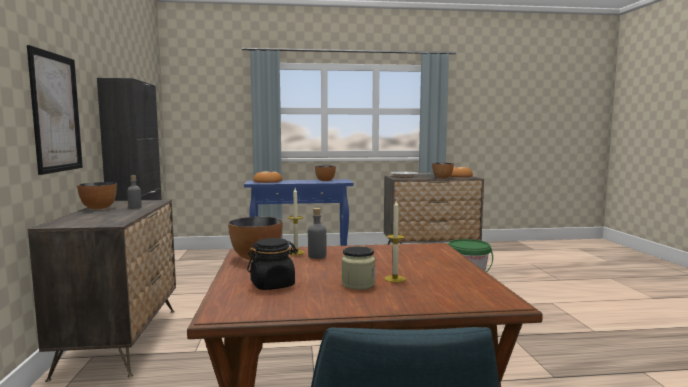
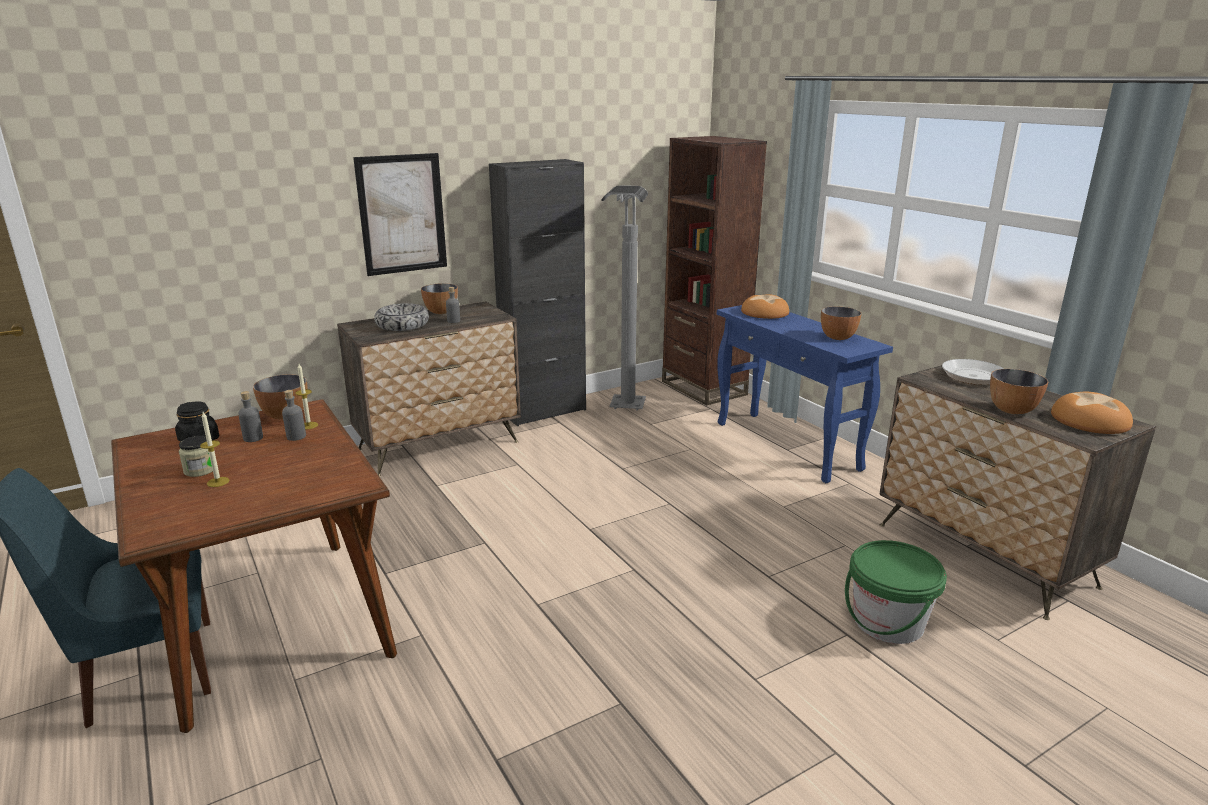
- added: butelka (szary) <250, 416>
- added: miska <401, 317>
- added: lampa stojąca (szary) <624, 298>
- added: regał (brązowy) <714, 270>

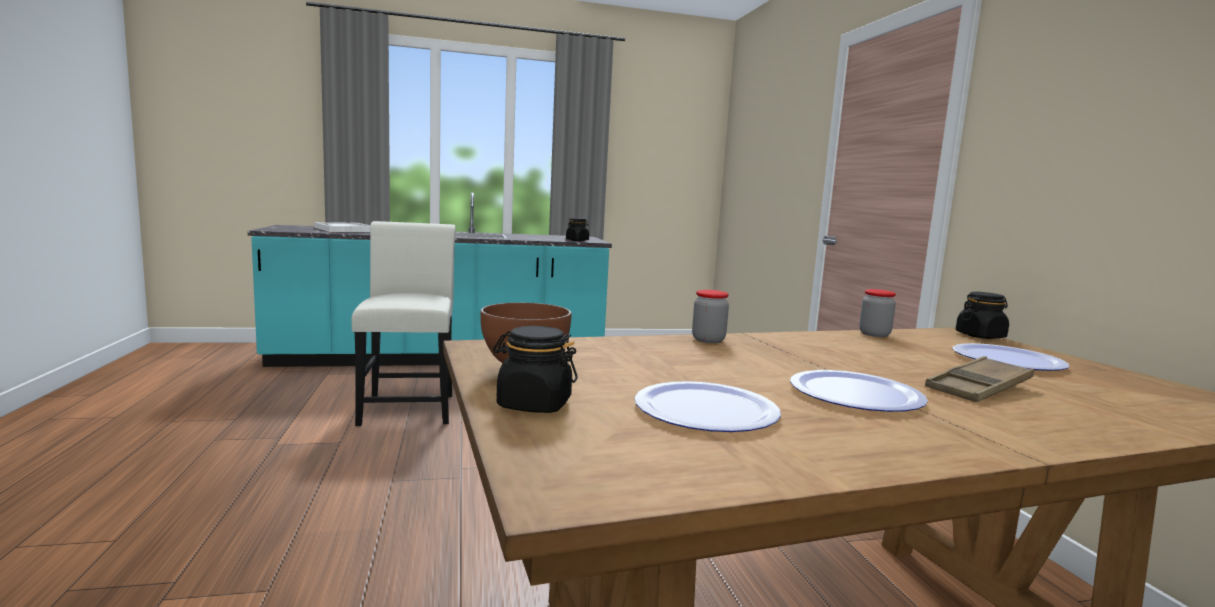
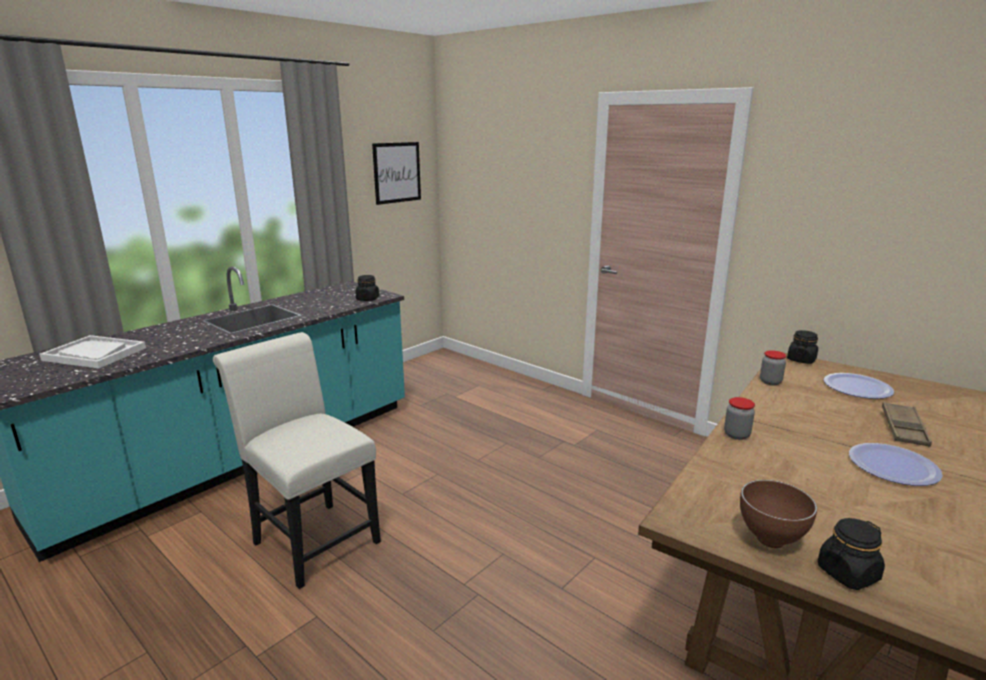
- added: obraz <396, 173>
- removed: talerz <708, 406>

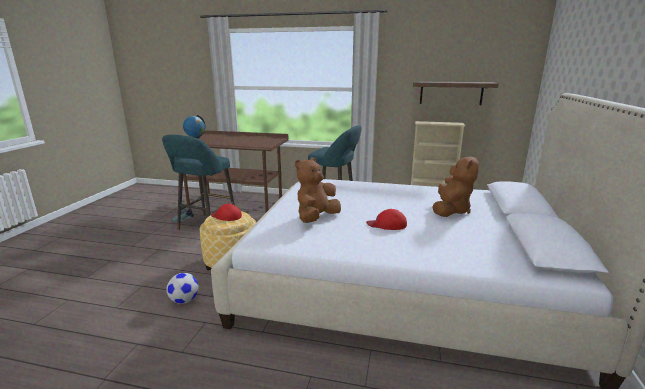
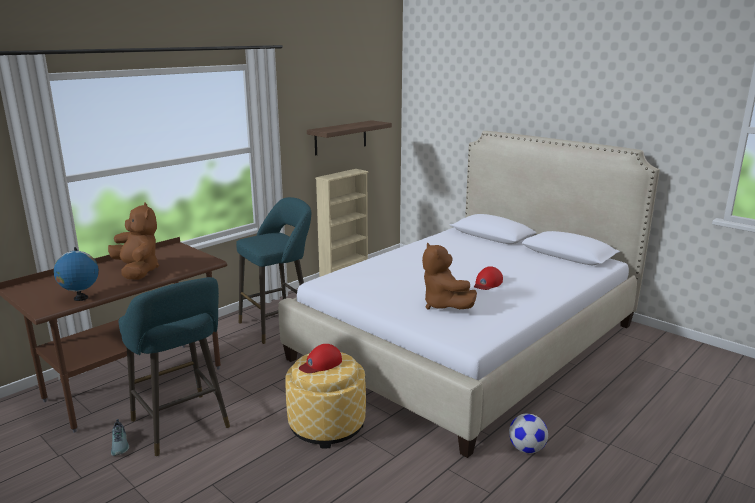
- moved: pluszak (brązowy) <455, 186> to <133, 241>
- moved: piłka futbolowa <182, 288> to <528, 433>

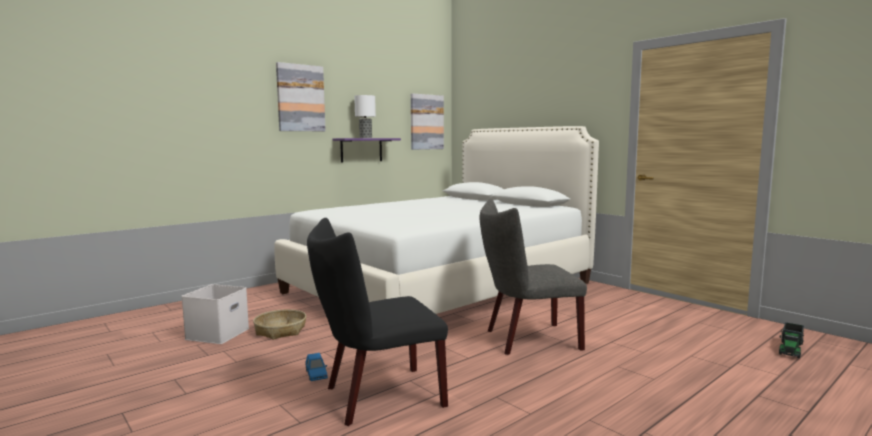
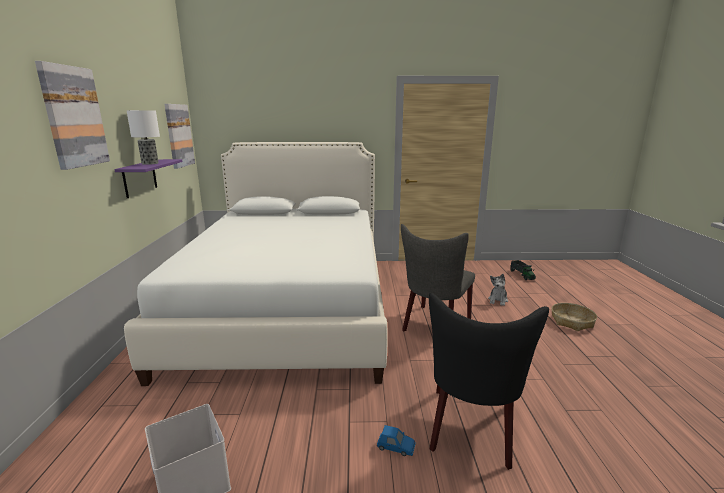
- added: pluszak <498, 290>
- moved: koszyk <279, 324> to <574, 317>

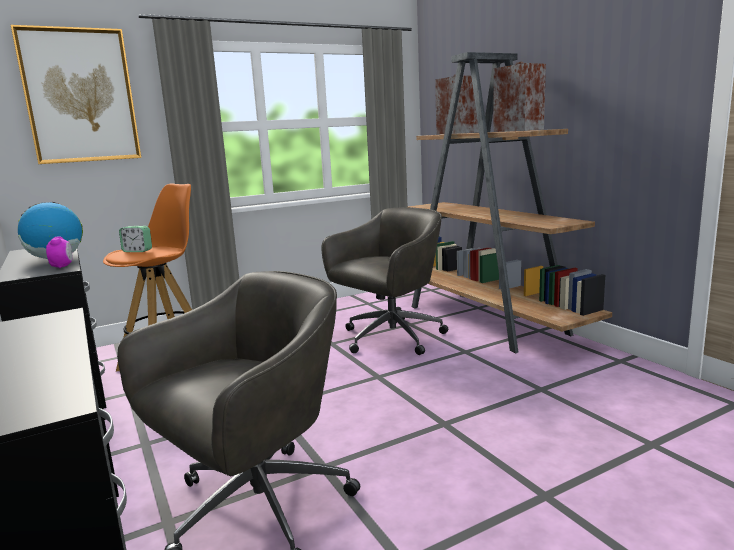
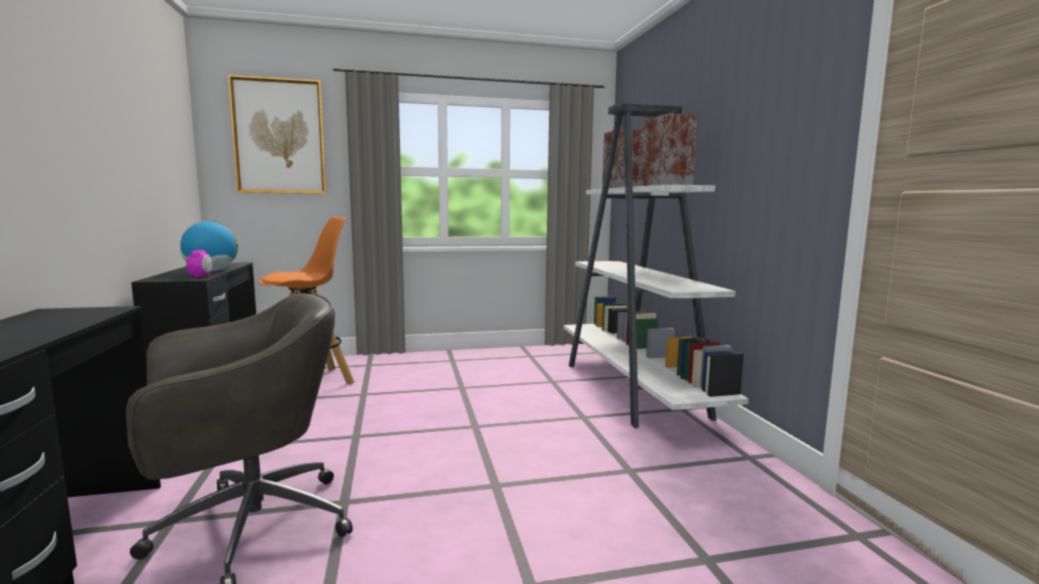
- recoloured: regał (brązowy) <510, 202> to regał (biały) <656, 265>
- removed: budzik <135, 239>
- removed: krzesło biurowe (szary) <384, 281>

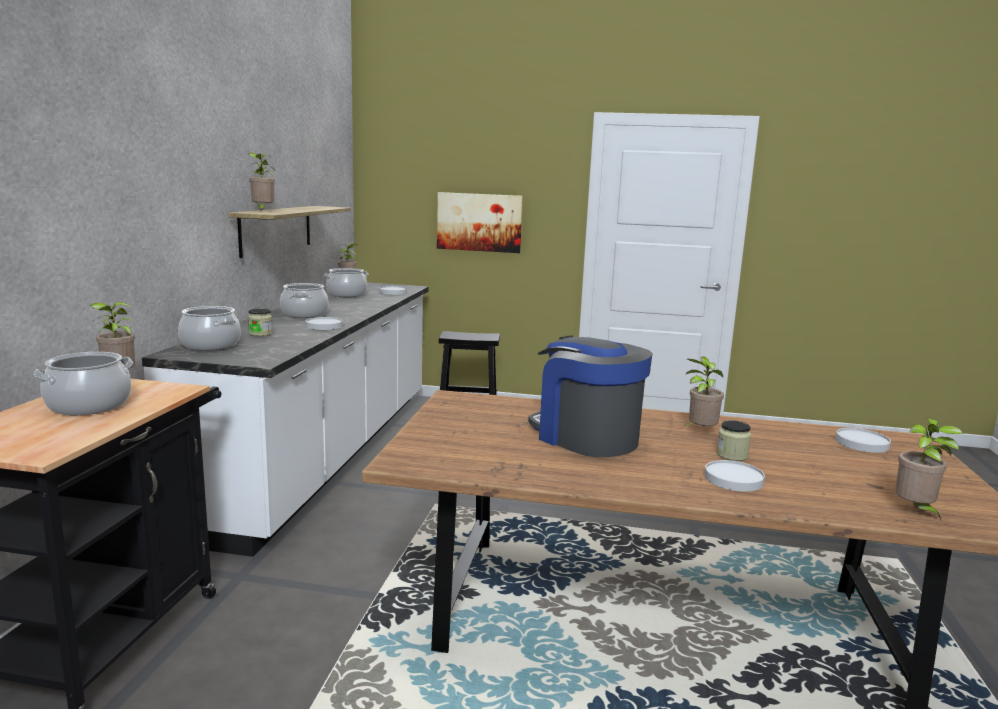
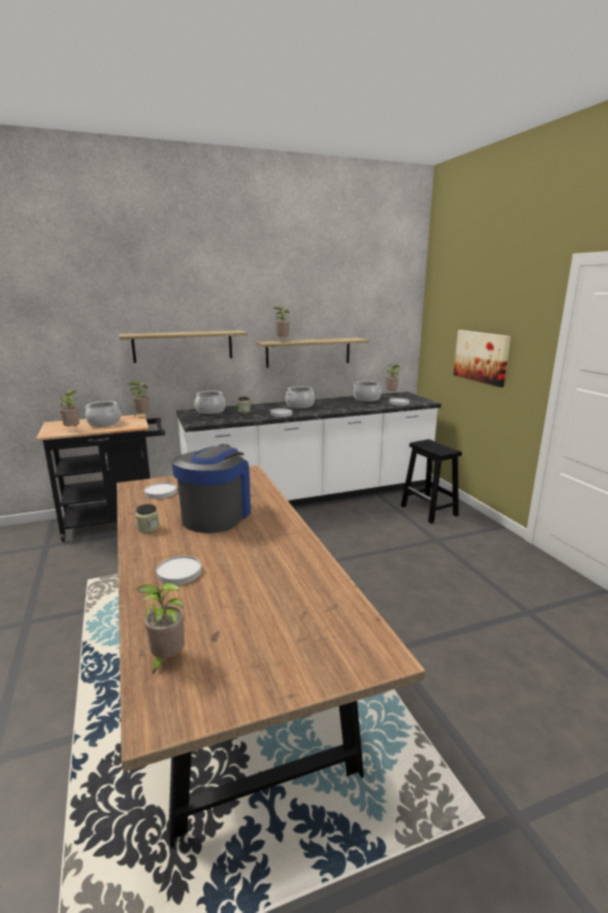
- moved: roślina doniczkowa <703, 392> to <68, 408>
- added: półka <183, 346>
- moved: słoik <734, 440> to <147, 518>
- moved: talerz (biały) <863, 440> to <160, 490>

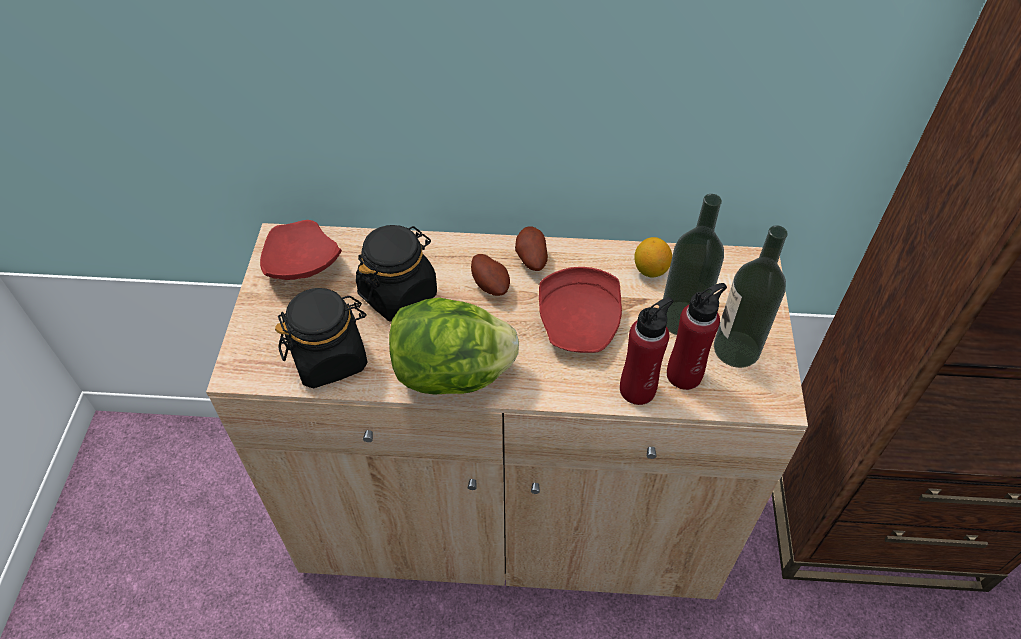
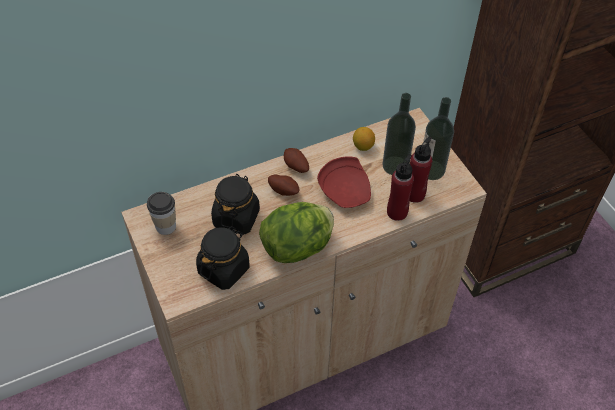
- replaced: talerz (czerwony) <301, 250> to filiżanka <161, 213>

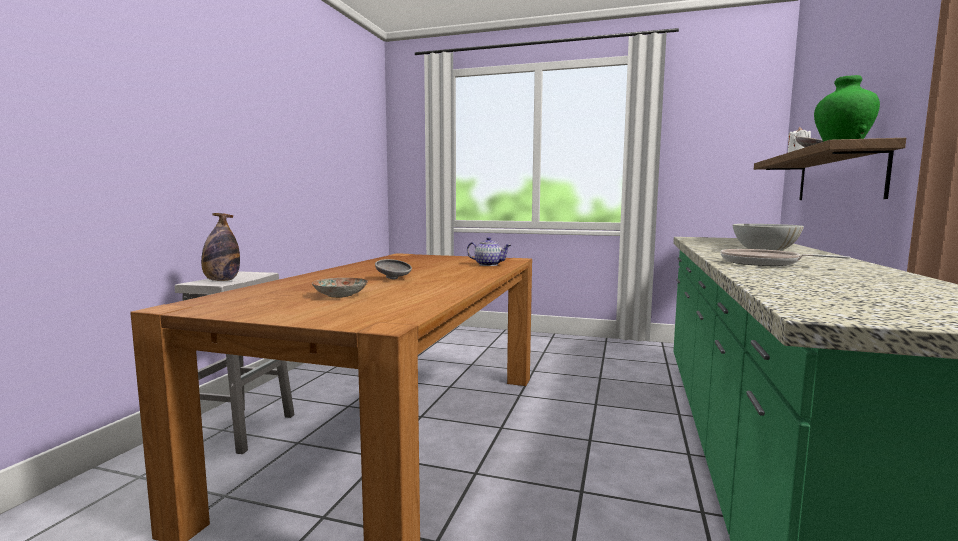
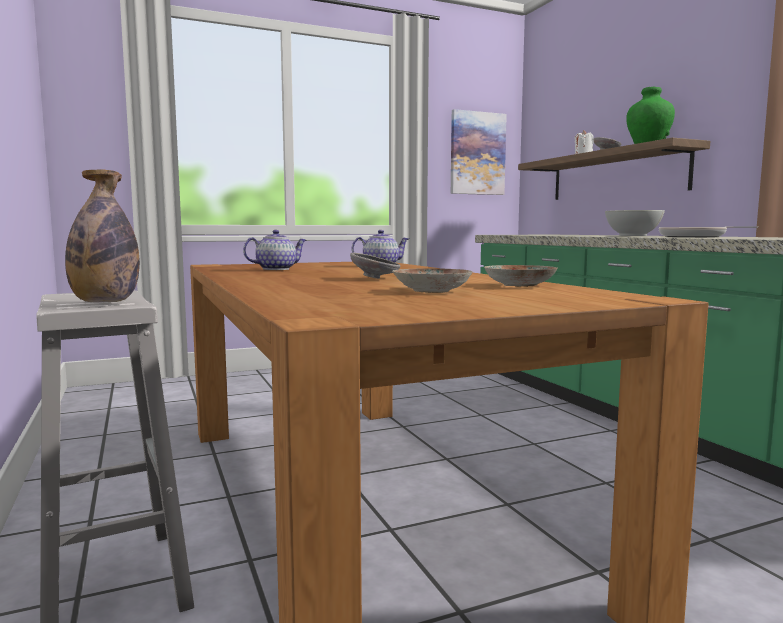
- added: imbryk <275, 250>
- added: obraz <479, 152>
- added: talerz <521, 276>

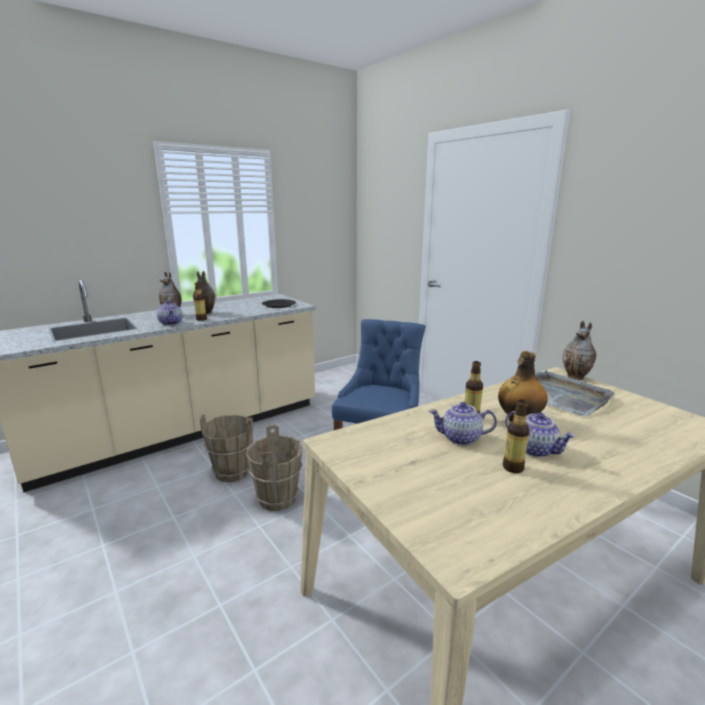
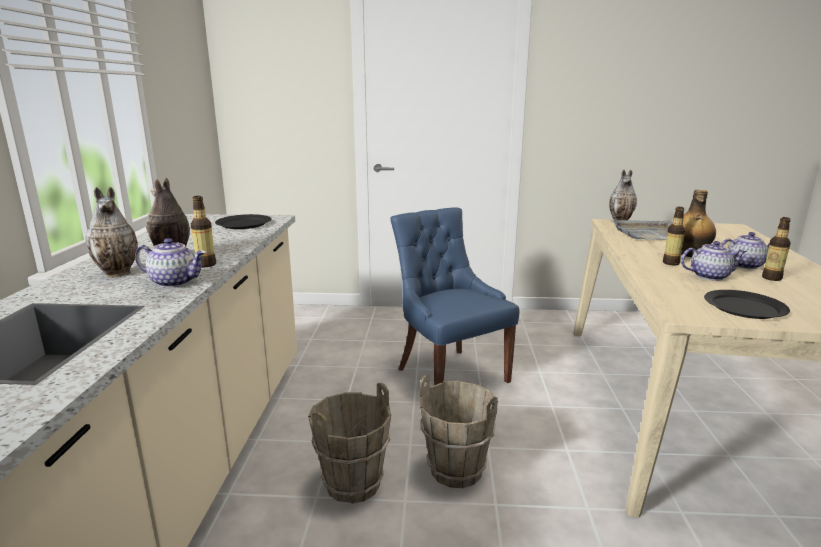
- turned: imbryk <463, 423> = <714, 261> 135 degrees counterclockwise
- added: talerz (czarny) <747, 304>

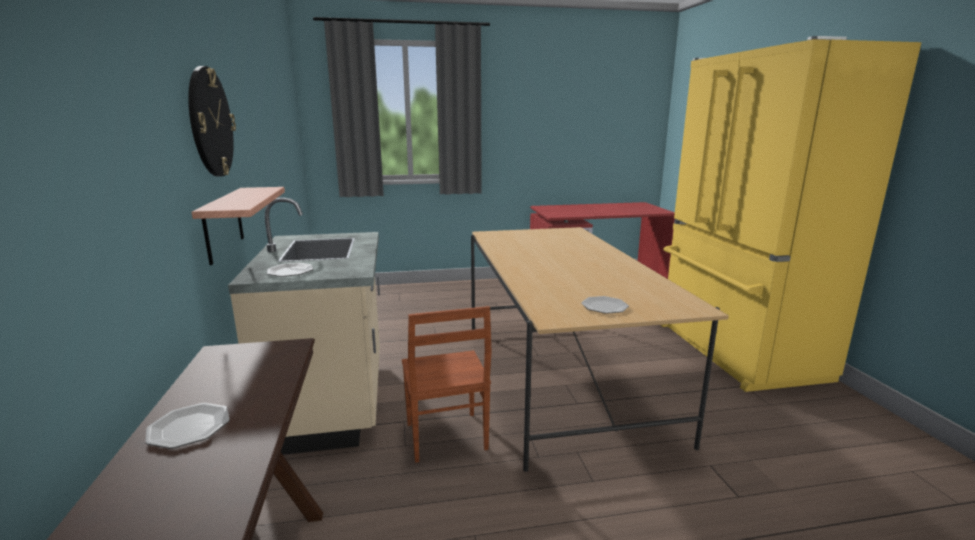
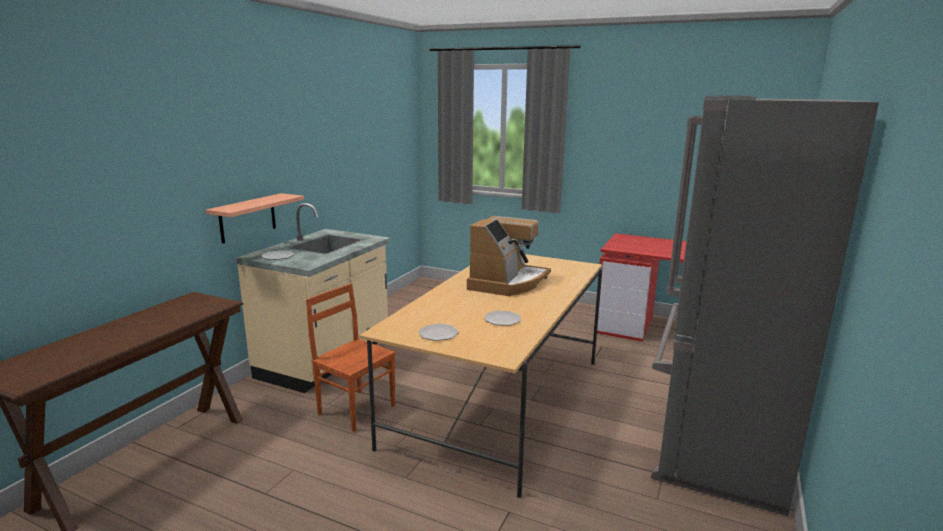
- turned: krzesło (brązowy) <447, 384> = <350, 357> 105 degrees clockwise
- added: ekspres do kawy <509, 256>
- moved: talerz <187, 426> to <503, 318>
- recoloured: lodówka (żółty) <791, 214> to lodówka (szary) <765, 305>
- removed: zegar ścienny <212, 121>

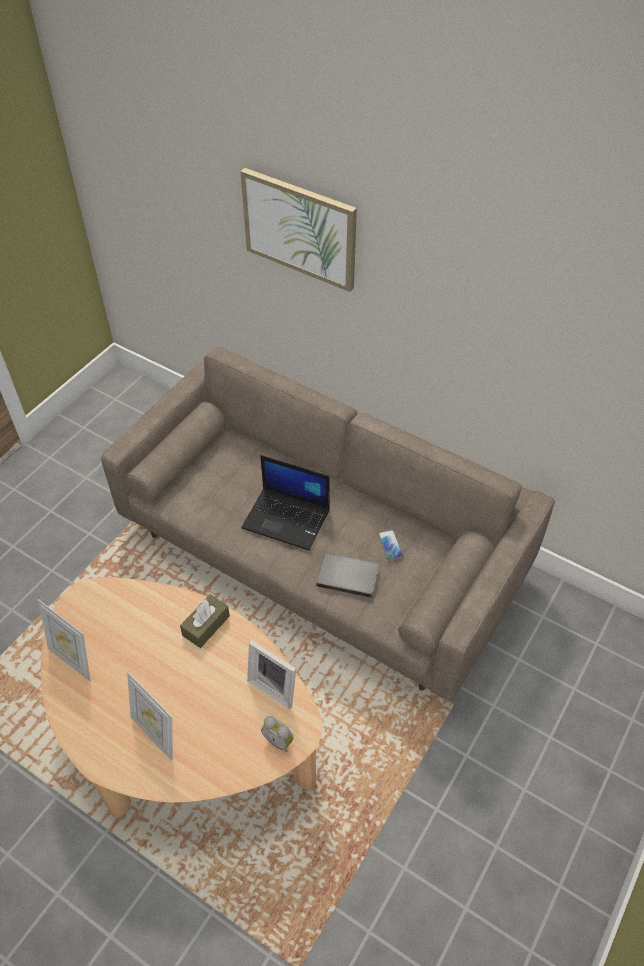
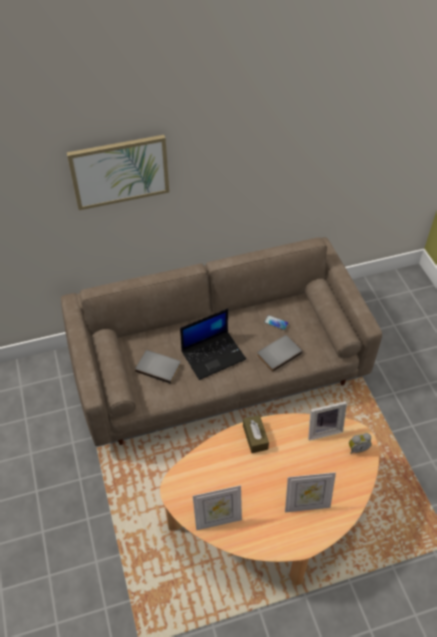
- added: książka (szary) <158, 367>

